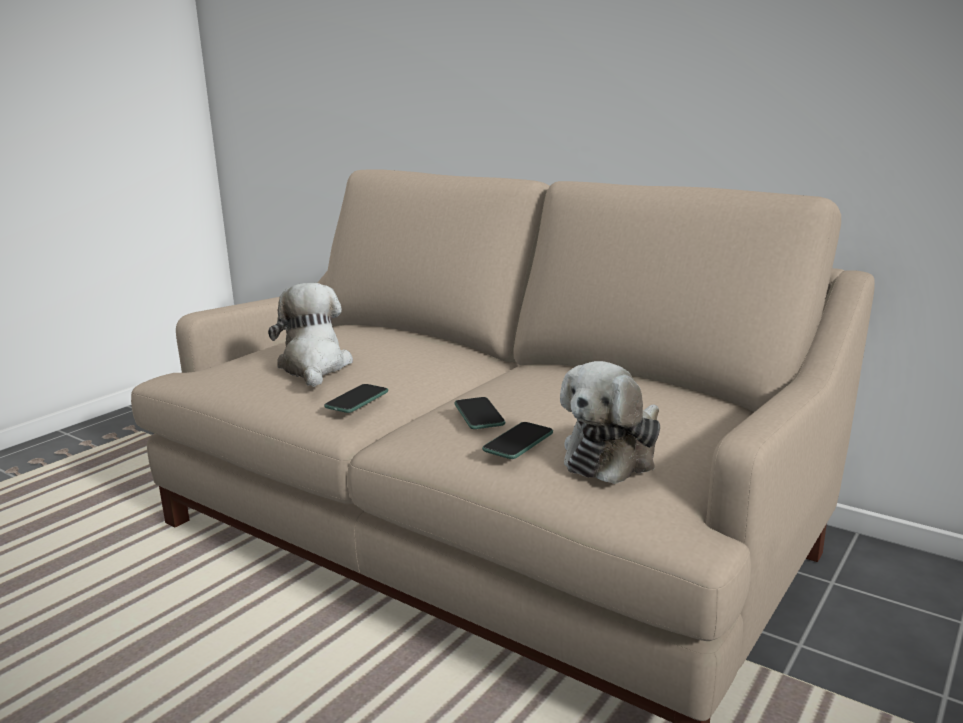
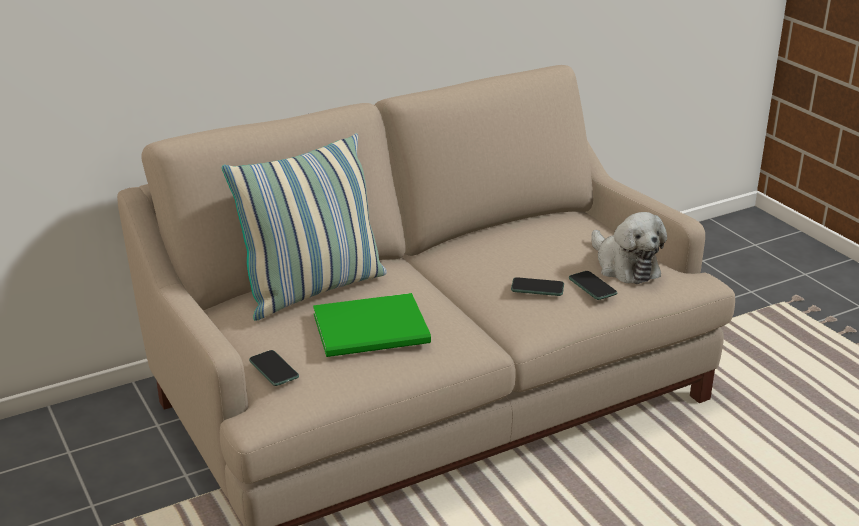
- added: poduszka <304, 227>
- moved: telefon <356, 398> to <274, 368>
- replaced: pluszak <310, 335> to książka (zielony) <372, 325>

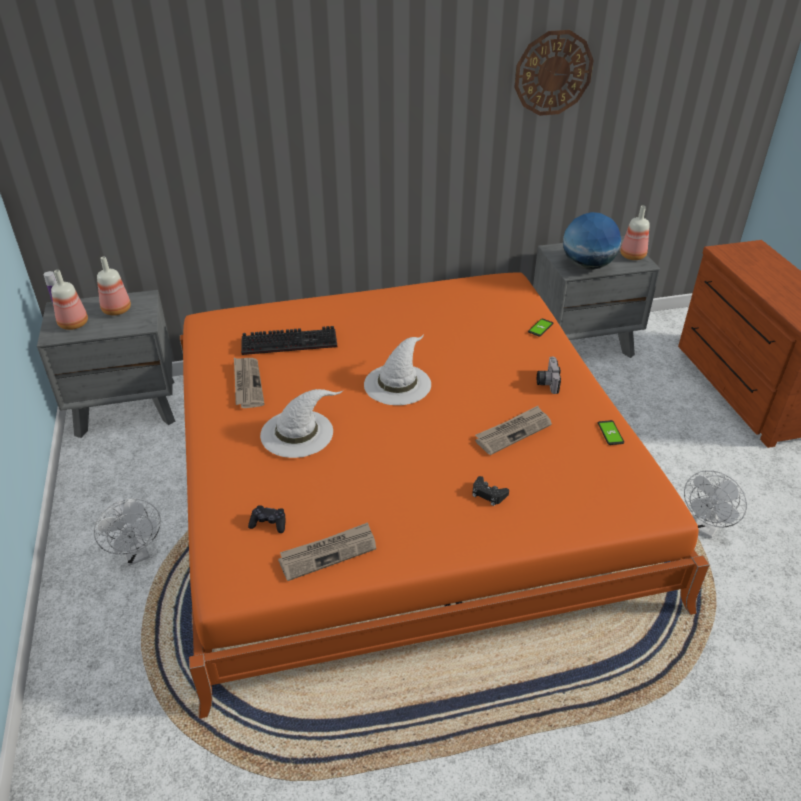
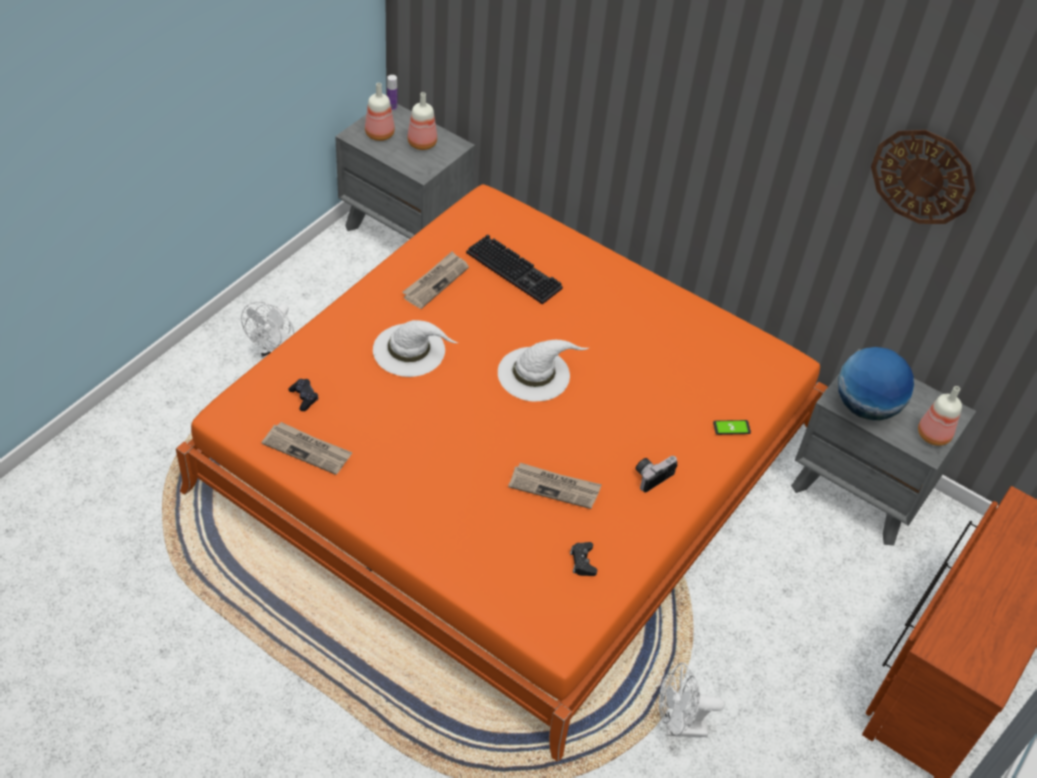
- moved: pad do gier (czarny) <490, 491> to <583, 559>
- removed: telefon <611, 432>

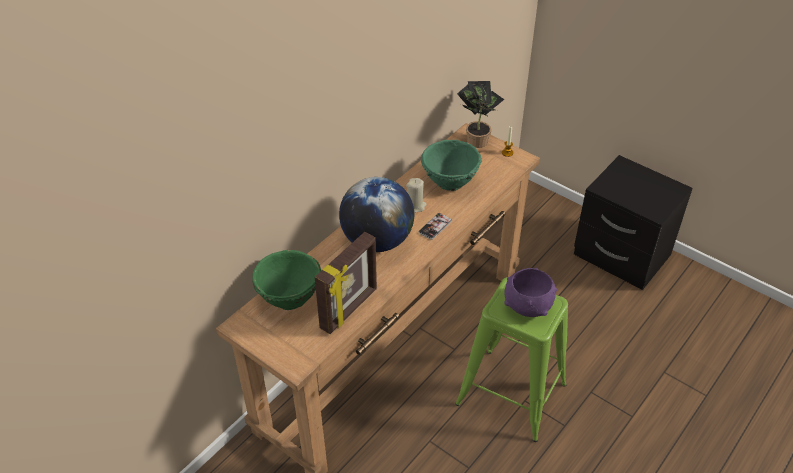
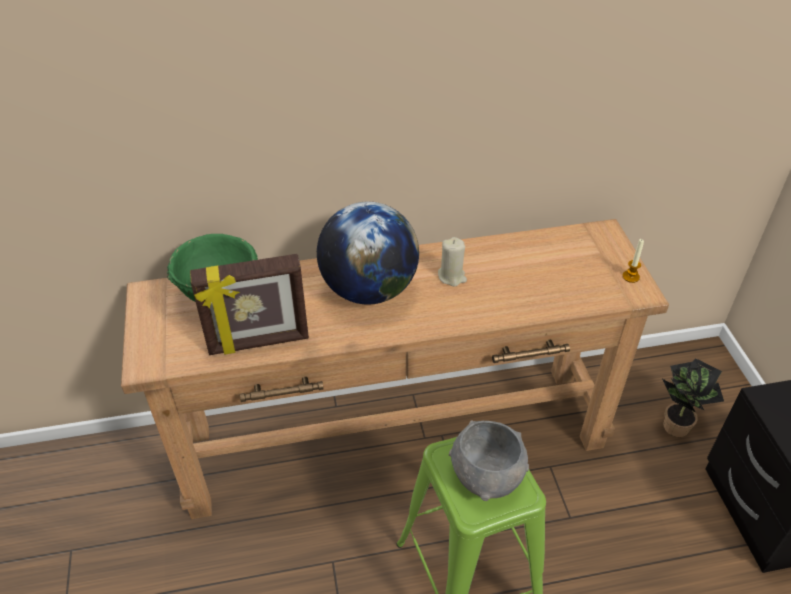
- recoloured: miska (fioletowy) <530, 292> to miska (szary) <489, 460>
- moved: roślina doniczkowa <480, 114> to <693, 397>
- removed: telefon <435, 226>
- removed: miska (zielony) <451, 165>

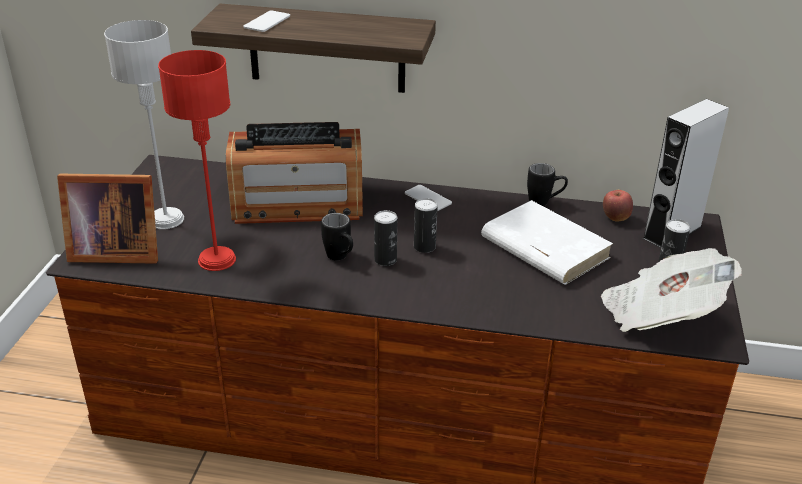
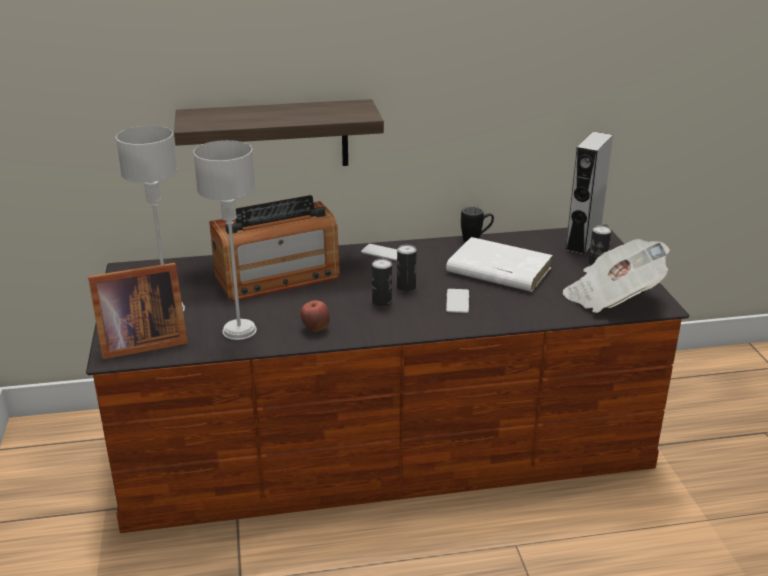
- recoloured: lampa stołowa (czerwony) <197, 160> to lampa stołowa (szary) <225, 240>
- moved: jabłko <618, 206> to <315, 315>
- moved: telefon <266, 21> to <457, 301>
- removed: kubek (czarny) <337, 236>

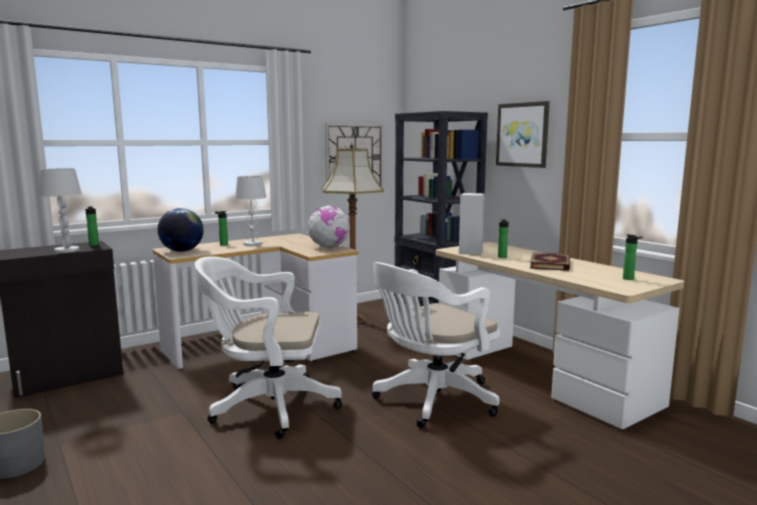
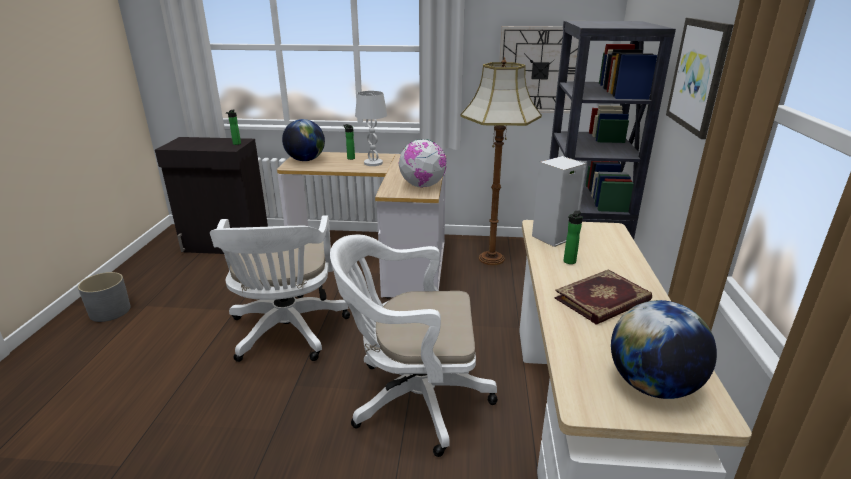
- turned: krzesło biurowe (biały) <268, 347> = <280, 288> 135 degrees counterclockwise
- replaced: butelka <633, 257> to globus <664, 349>
- removed: lampa stołowa (biały) <61, 210>

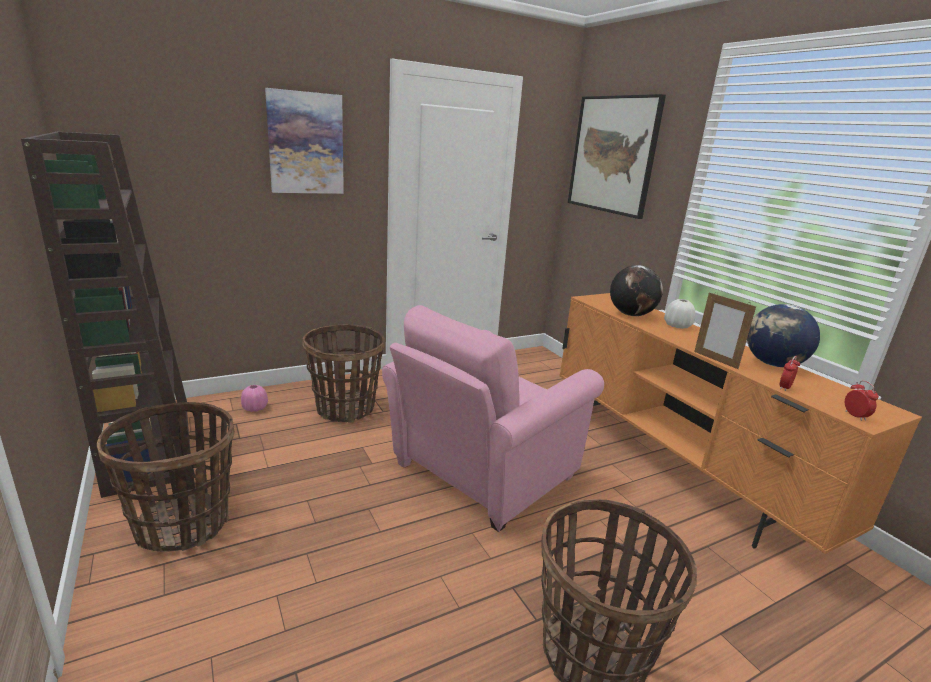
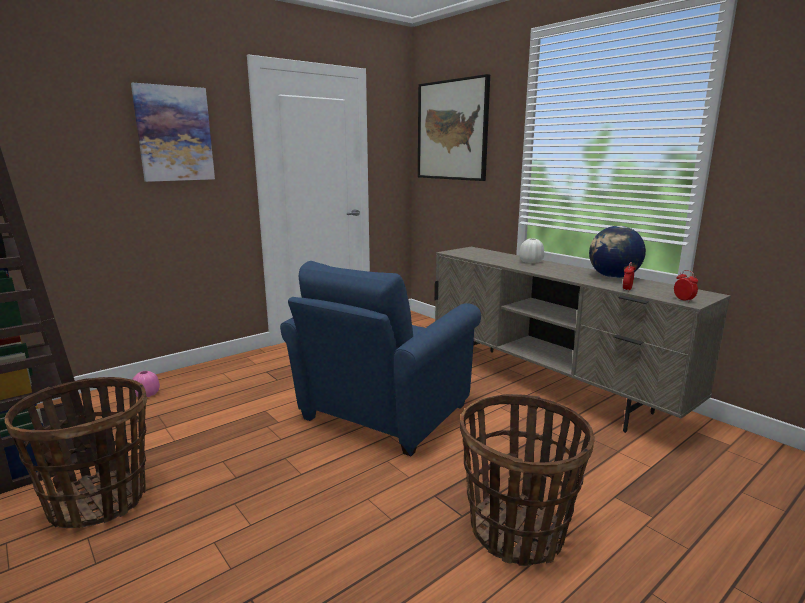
- recoloured: fotel (różowy) <493, 418> to fotel (niebieski) <380, 358>
- recoloured: szafka pod telewizor (pomarańczowy) <740, 423> to szafka pod telewizor (beżowy) <583, 340>
- removed: koszyk <343, 373>
- removed: globus <636, 290>
- removed: ramka na zdjęcie <725, 330>

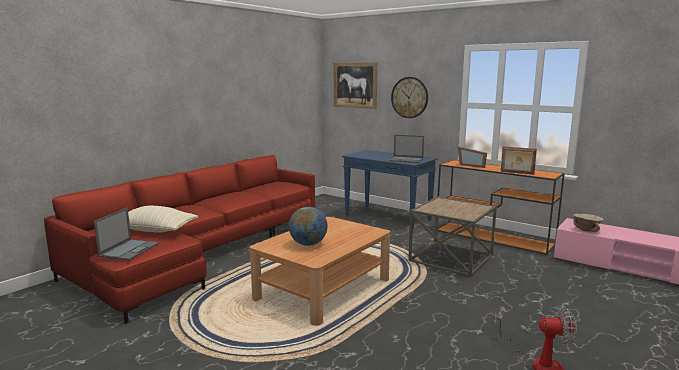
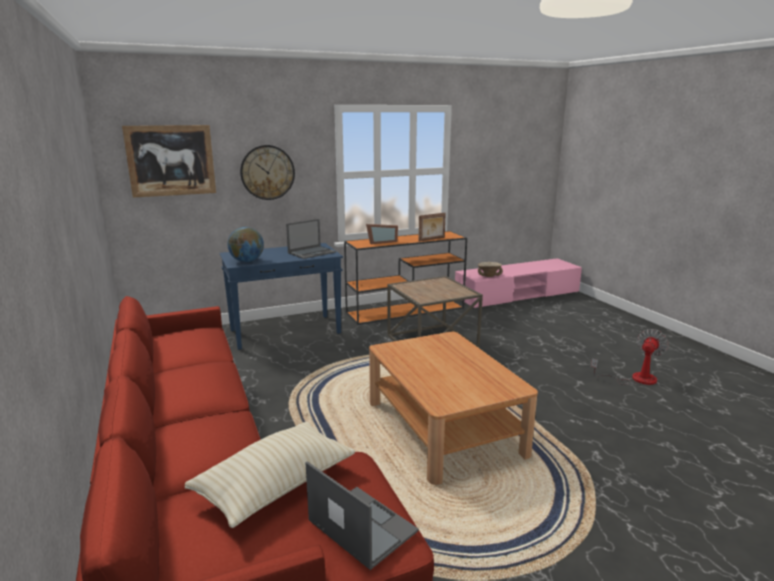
- moved: globus <308, 226> to <245, 244>

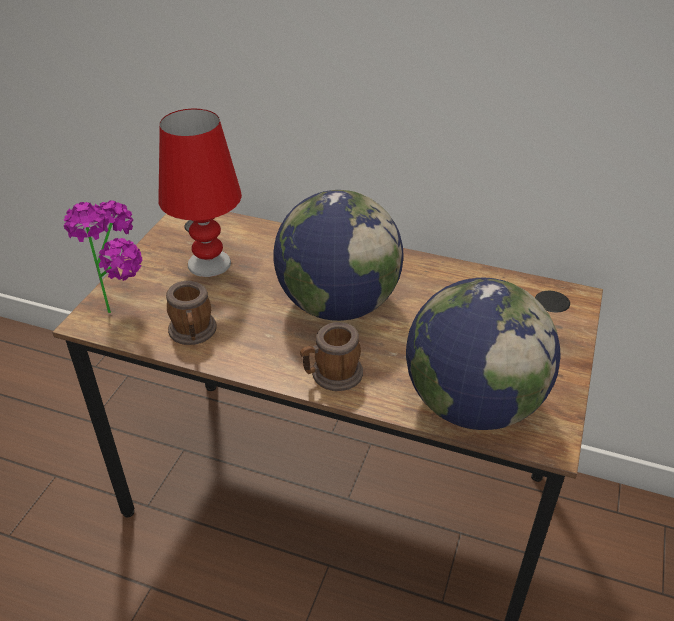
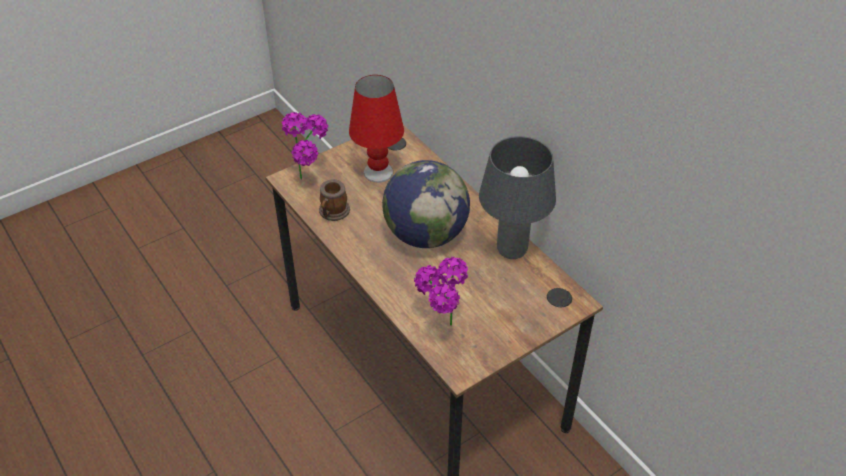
- replaced: globus <483, 354> to roślina doniczkowa <441, 291>
- added: lampa stołowa (szary) <517, 197>
- removed: kubek <331, 356>

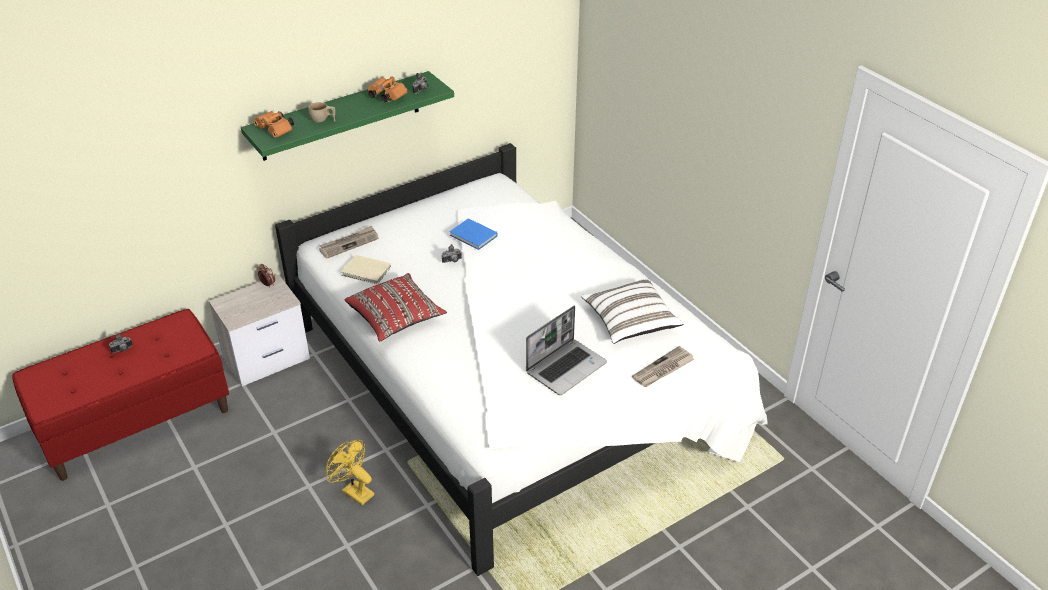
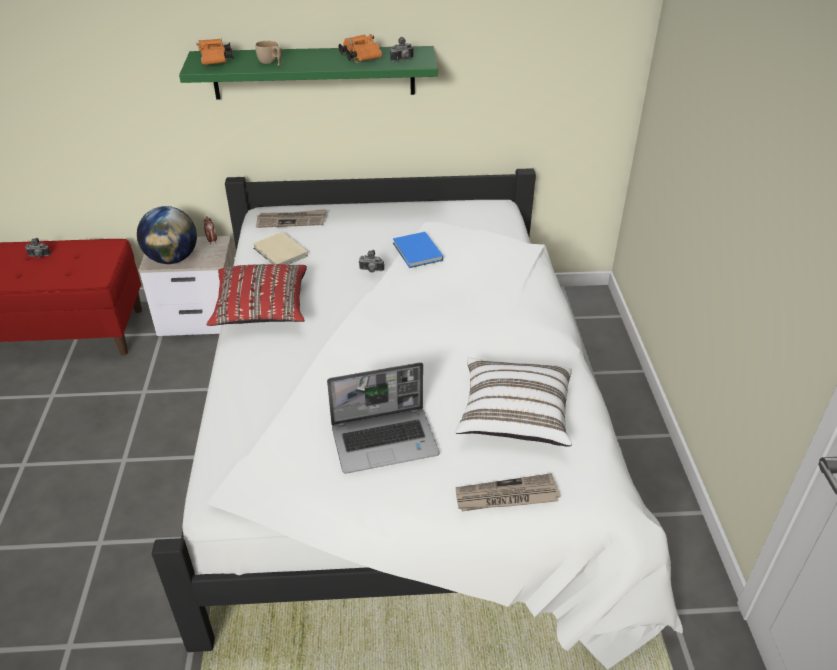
- added: globus <167, 235>
- removed: wentylator (żółty) <350, 472>

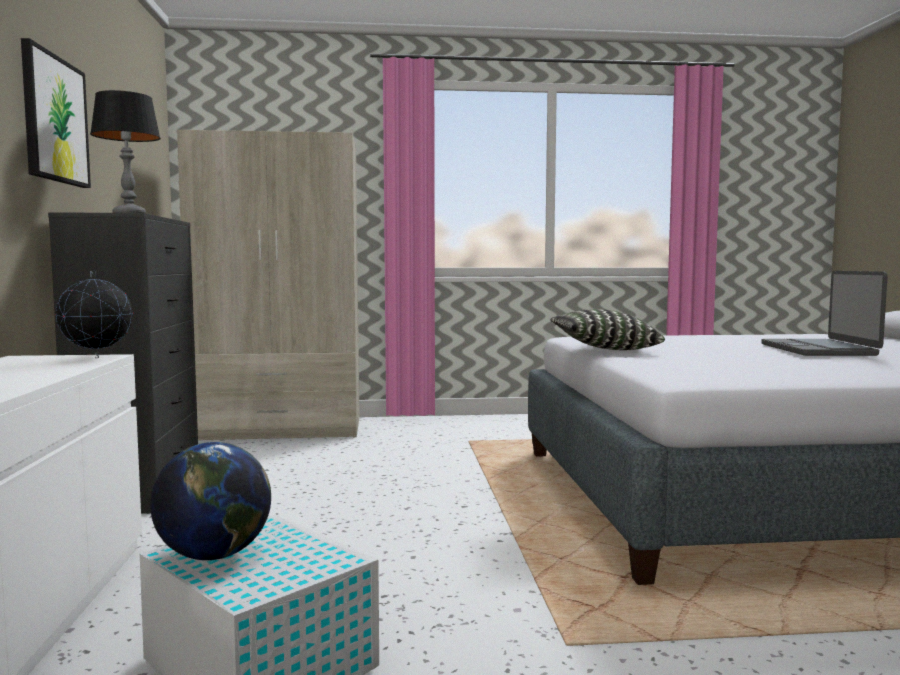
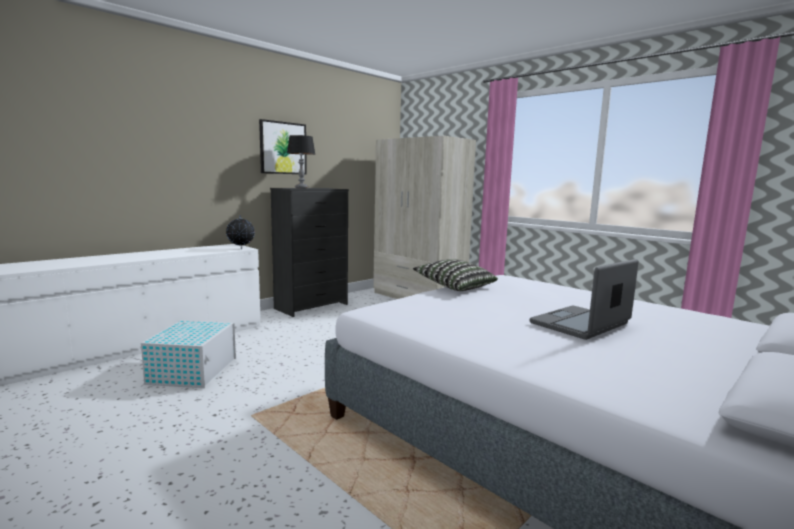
- removed: globus <210, 501>

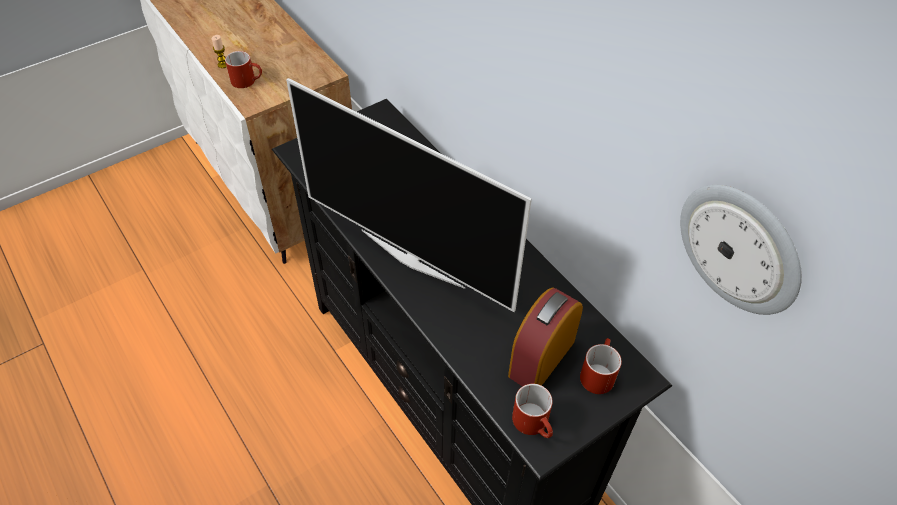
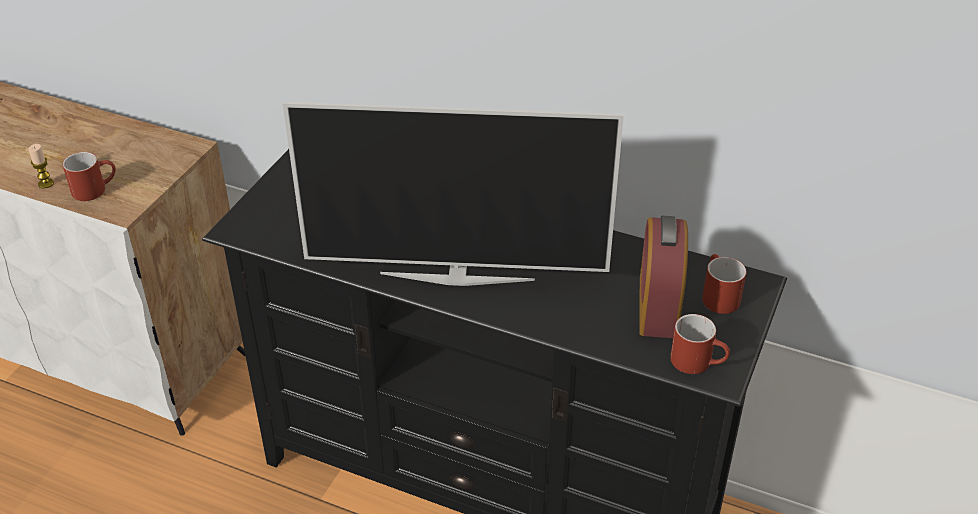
- removed: zegar ścienny <741, 250>

